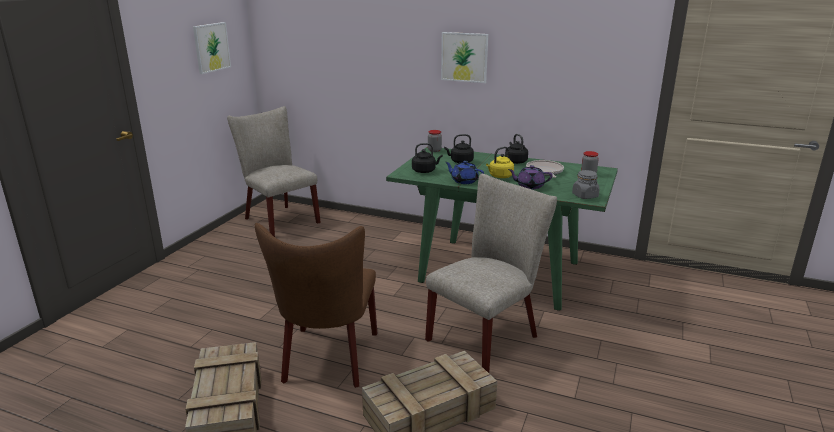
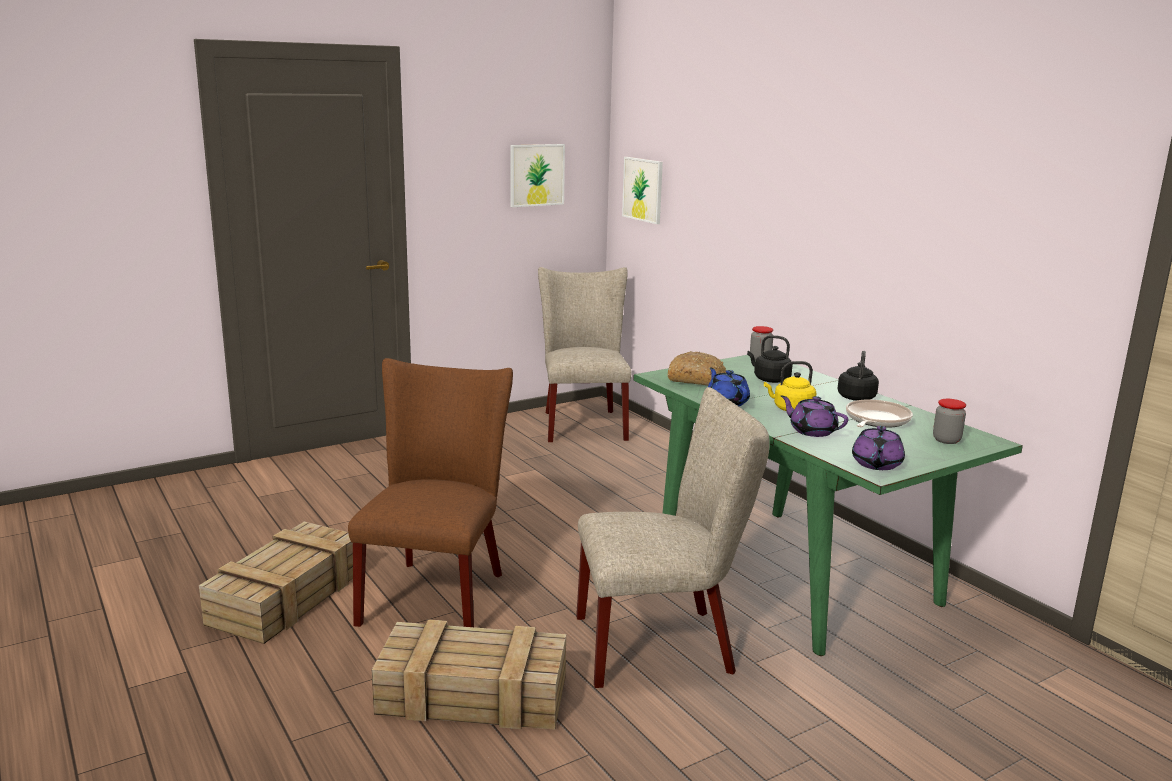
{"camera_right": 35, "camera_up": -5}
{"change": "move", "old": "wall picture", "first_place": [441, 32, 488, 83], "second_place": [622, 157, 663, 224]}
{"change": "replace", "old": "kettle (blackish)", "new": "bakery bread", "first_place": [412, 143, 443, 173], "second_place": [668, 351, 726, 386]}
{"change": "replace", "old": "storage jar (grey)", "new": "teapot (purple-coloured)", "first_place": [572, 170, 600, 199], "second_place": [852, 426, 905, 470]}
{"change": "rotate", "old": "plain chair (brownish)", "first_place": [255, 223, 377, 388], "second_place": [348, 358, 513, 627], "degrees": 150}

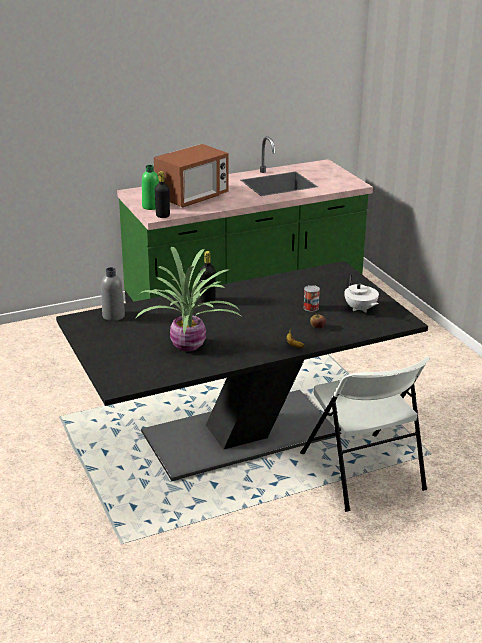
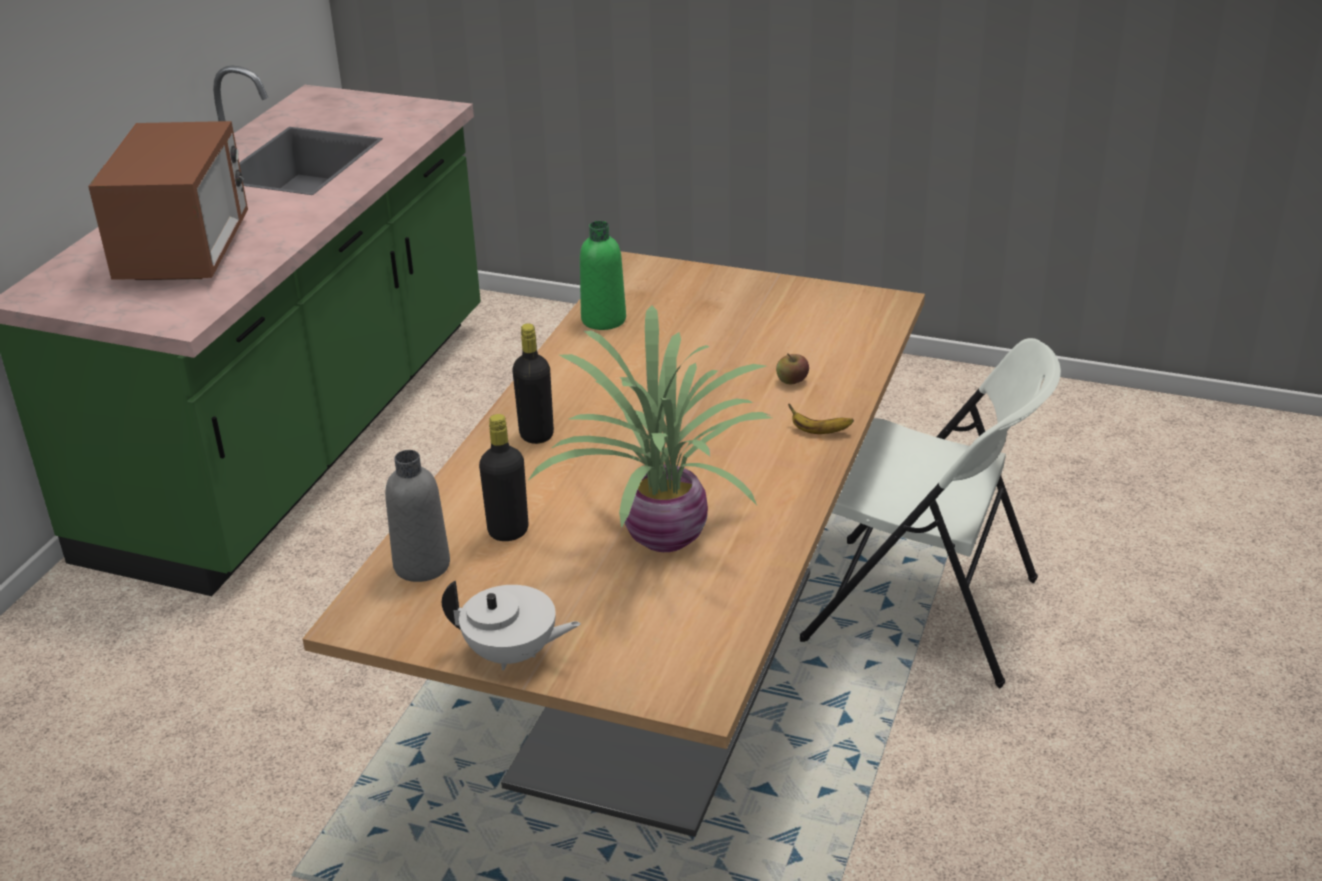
{"camera_right": -45, "camera_up": 5}
{"change": "move", "old": "bottle (green-coloured)", "first_place": [142, 165, 159, 210], "second_place": [580, 221, 626, 330]}
{"change": "move", "old": "bottle (blackish)", "first_place": [155, 171, 170, 218], "second_place": [479, 414, 528, 541]}
{"change": "recolor", "old": "dining table (blackish)", "new": "dining table (beige)", "first_place": [56, 261, 428, 481], "second_place": [303, 251, 925, 837]}
{"change": "move", "old": "teapot (white-coloured)", "first_place": [344, 275, 379, 313], "second_place": [442, 581, 581, 670]}
{"change": "delete", "old": "metal can", "first_place": [303, 285, 320, 312]}

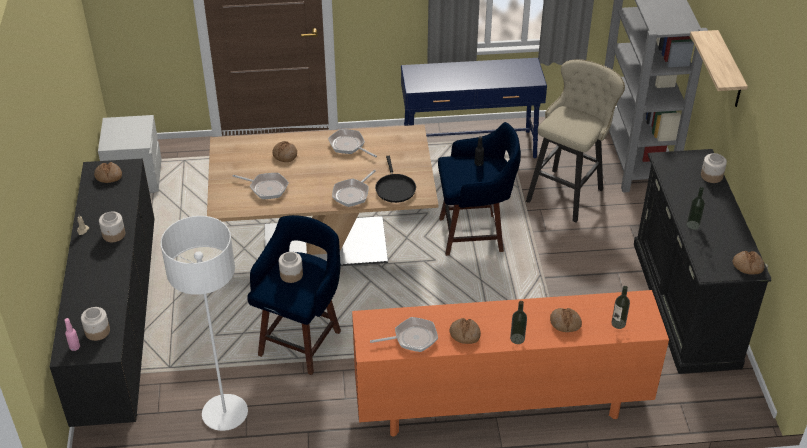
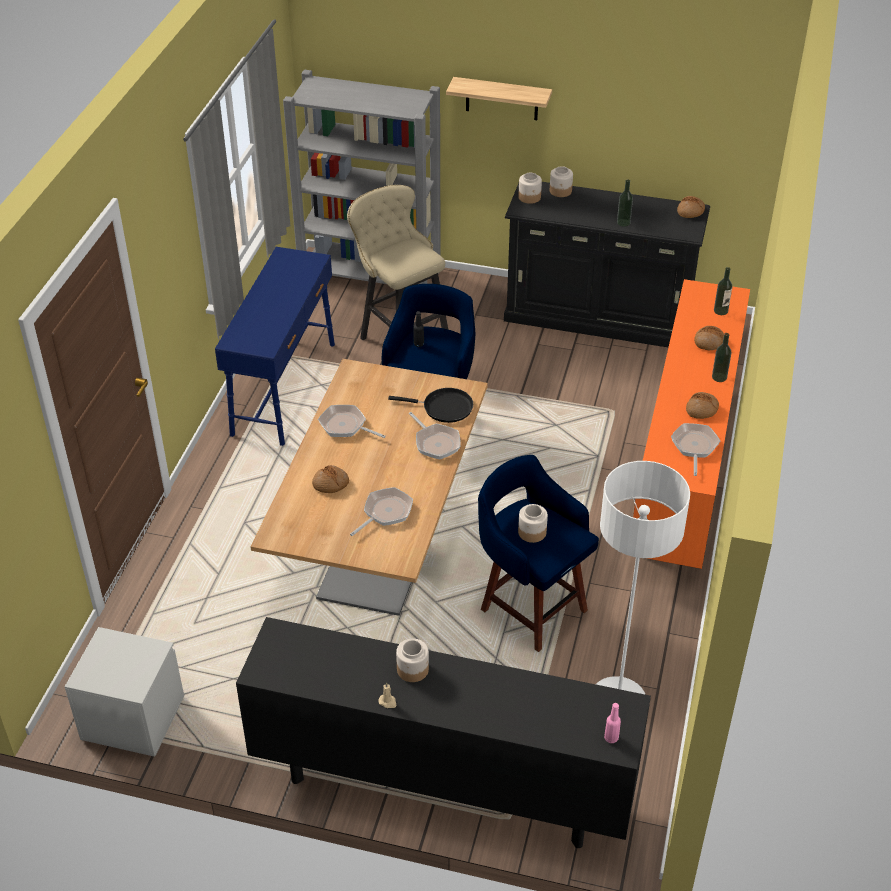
{"camera_right": -70, "camera_up": 0}
{"change": "rotate", "old": "pan", "first_place": [328, 129, 377, 158], "second_place": [318, 405, 386, 438], "degrees": 60}
{"change": "delete", "old": "bakery bread", "first_place": [94, 162, 122, 183]}
{"change": "move", "old": "storage jar", "first_place": [81, 307, 110, 341], "second_place": [518, 173, 542, 204]}

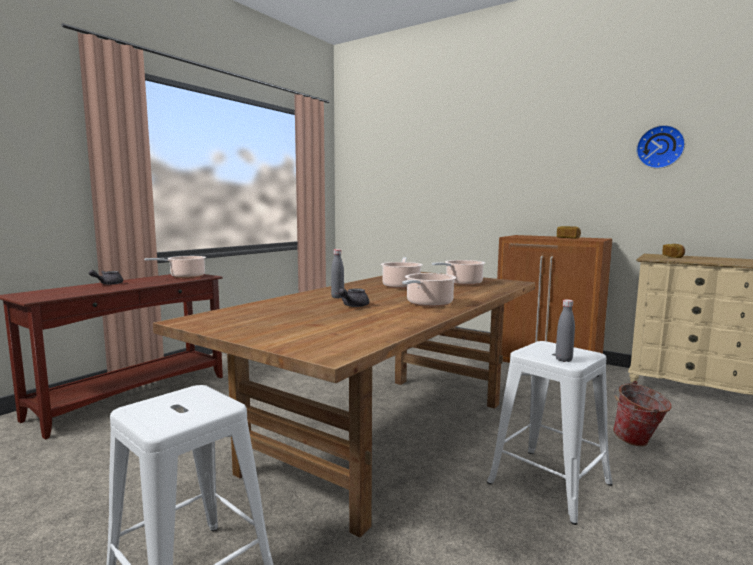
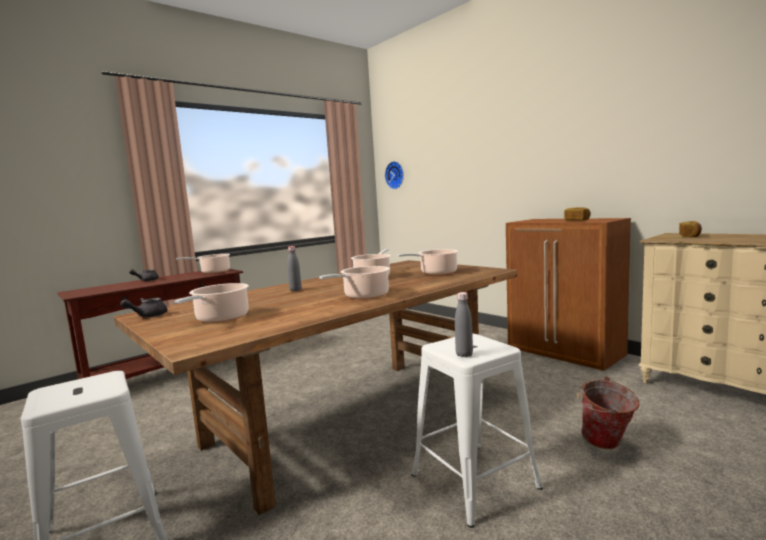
{"camera_right": 15, "camera_up": 0}
{"change": "move", "old": "hanging clock", "first_place": [636, 125, 685, 169], "second_place": [385, 161, 404, 189]}
{"change": "move", "old": "teapot (grey)", "first_place": [339, 288, 369, 307], "second_place": [120, 298, 167, 317]}
{"change": "insert", "new": "saucepot", "second_place": [174, 283, 249, 323]}

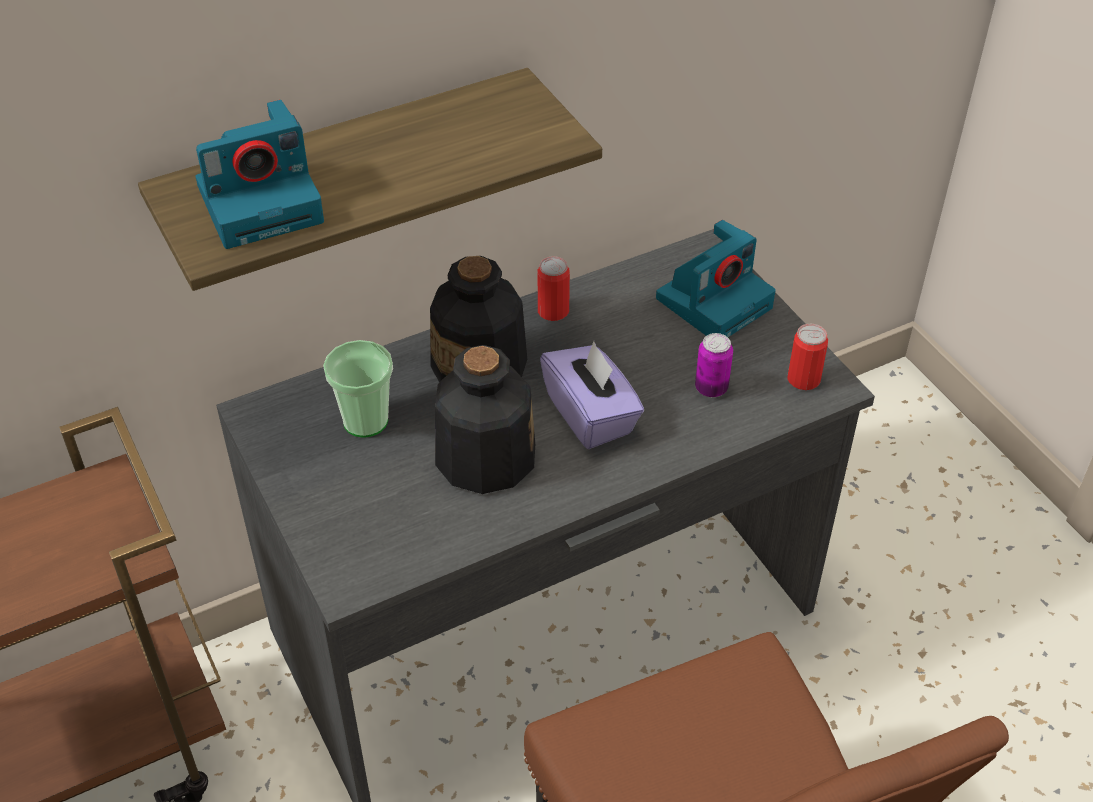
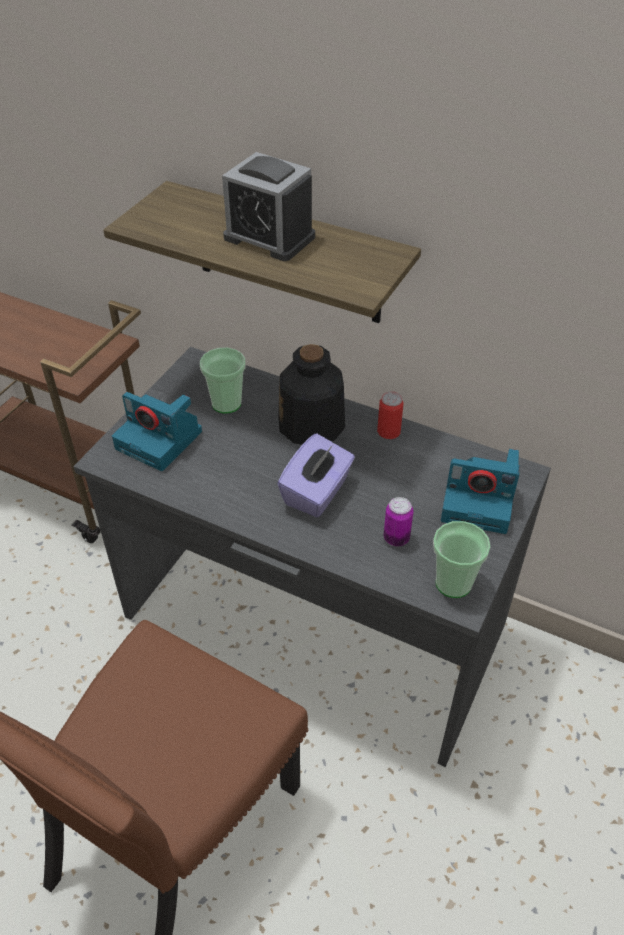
{"camera_right": 55, "camera_up": 0}
{"change": "move", "old": "photo camera", "first_place": [196, 100, 324, 249], "second_place": [112, 392, 202, 471]}
{"change": "replace", "old": "metal can", "new": "small cup", "first_place": [787, 324, 828, 390], "second_place": [433, 521, 491, 598]}
{"change": "delete", "old": "bottle", "first_place": [435, 345, 535, 494]}
{"change": "insert", "new": "alarm clock", "second_place": [222, 152, 315, 261]}

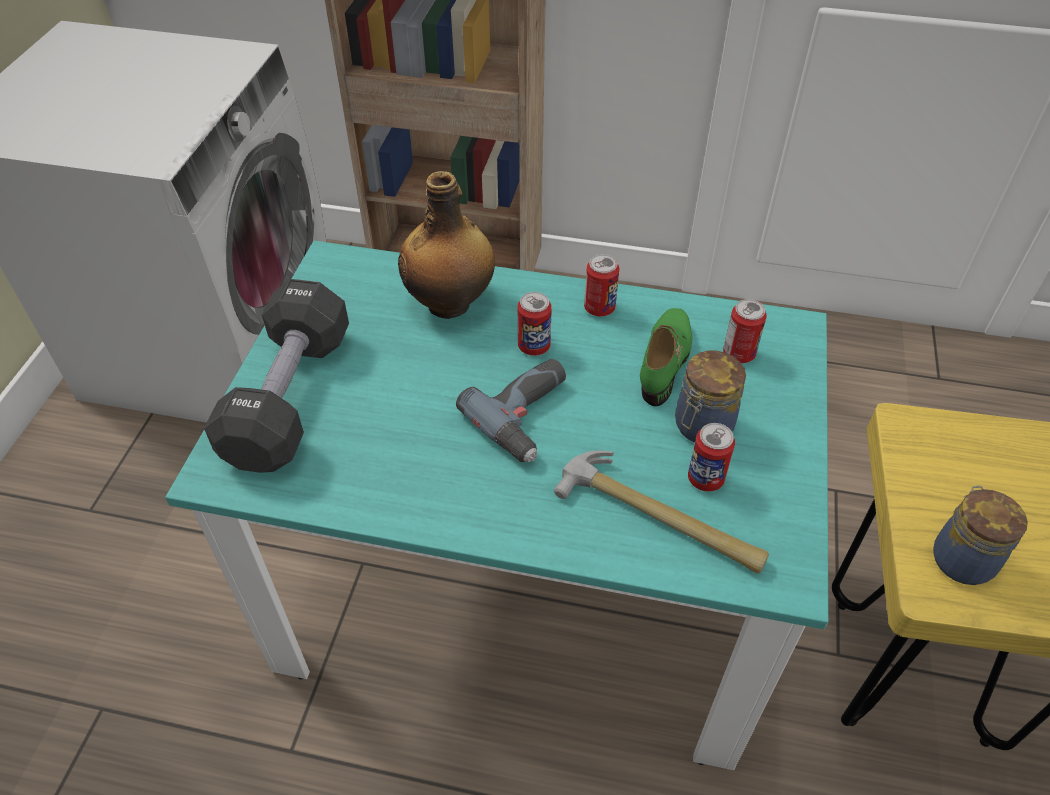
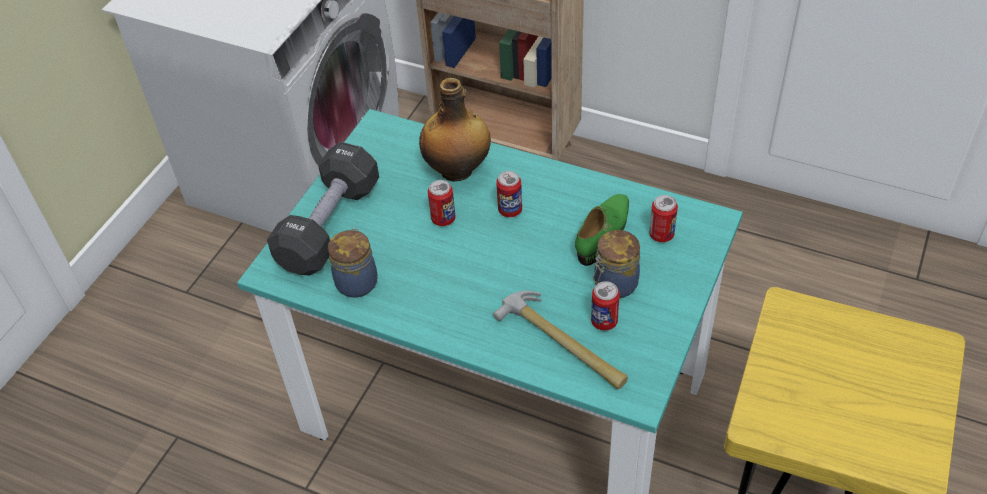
{"camera_right": 15, "camera_up": 0}
{"change": "move", "old": "metal can", "first_place": [584, 254, 619, 316], "second_place": [428, 180, 456, 226]}
{"change": "delete", "old": "power drill", "first_place": [456, 359, 566, 462]}
{"change": "move", "old": "storage jar", "first_place": [933, 486, 1028, 585], "second_place": [328, 228, 378, 298]}

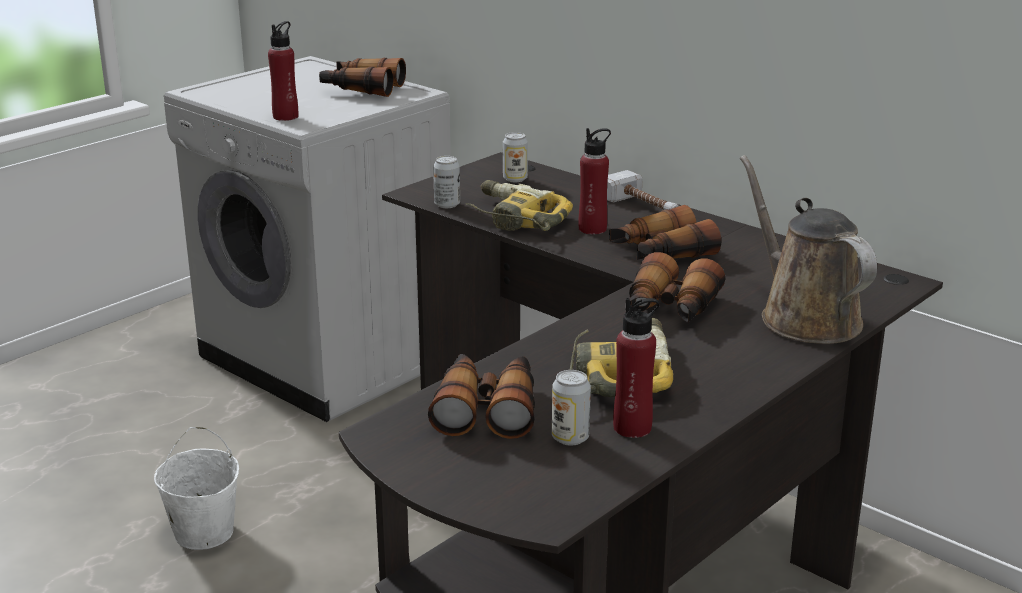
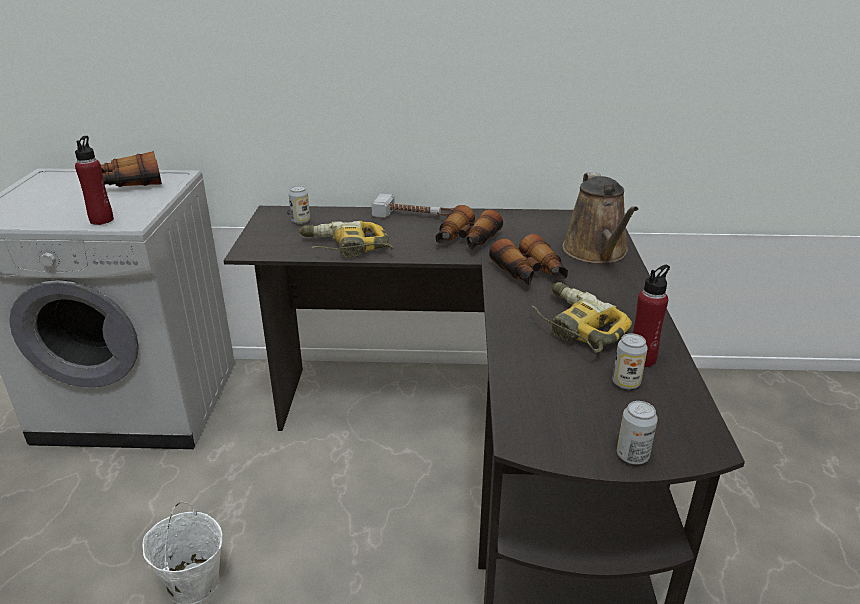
{"camera_right": -40, "camera_up": 5}
{"change": "delete", "old": "bottle (red-coloured)", "first_place": [578, 128, 611, 235]}
{"change": "rotate", "old": "sprinkling can (brownish)", "first_place": [740, 155, 877, 344], "second_place": [562, 172, 639, 264], "degrees": -120}
{"change": "move", "old": "metal can", "first_place": [433, 156, 460, 208], "second_place": [617, 401, 658, 464]}
{"change": "delete", "old": "binoculars", "first_place": [428, 354, 535, 439]}

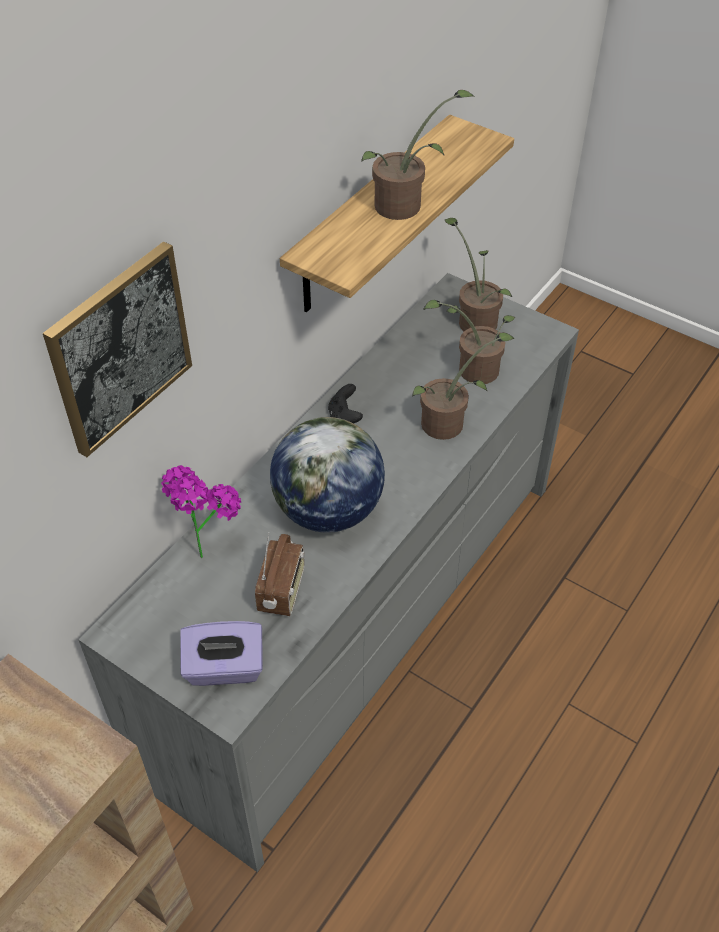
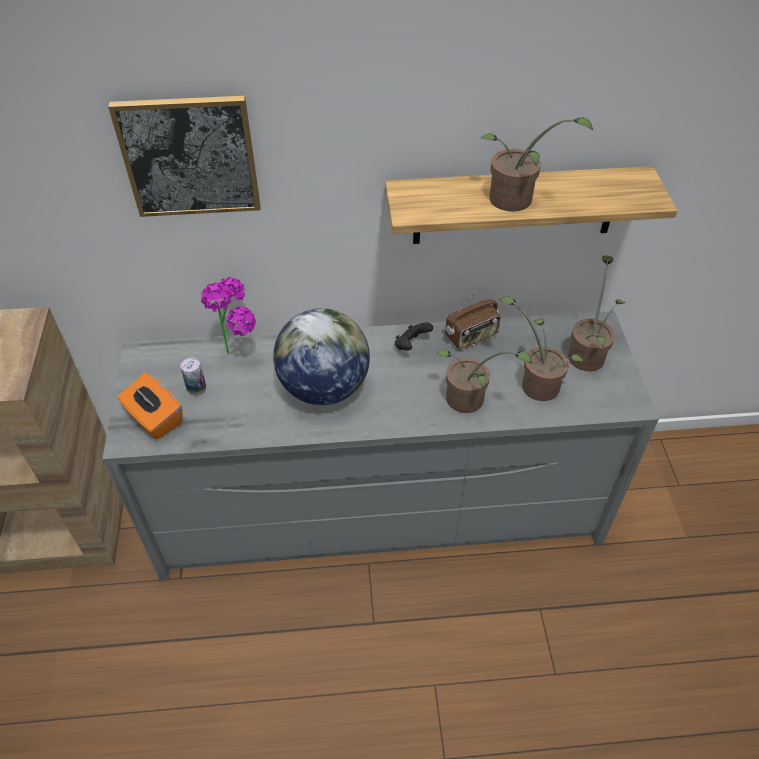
{"camera_right": 50, "camera_up": 0}
{"change": "move", "old": "radio set", "first_place": [255, 532, 305, 616], "second_place": [445, 286, 501, 350]}
{"change": "recolor", "old": "tissue holder (purple-coloured)", "new": "tissue holder (orangey)", "first_place": [180, 621, 263, 686], "second_place": [117, 372, 182, 439]}
{"change": "insert", "new": "metal can", "second_place": [180, 358, 206, 396]}

